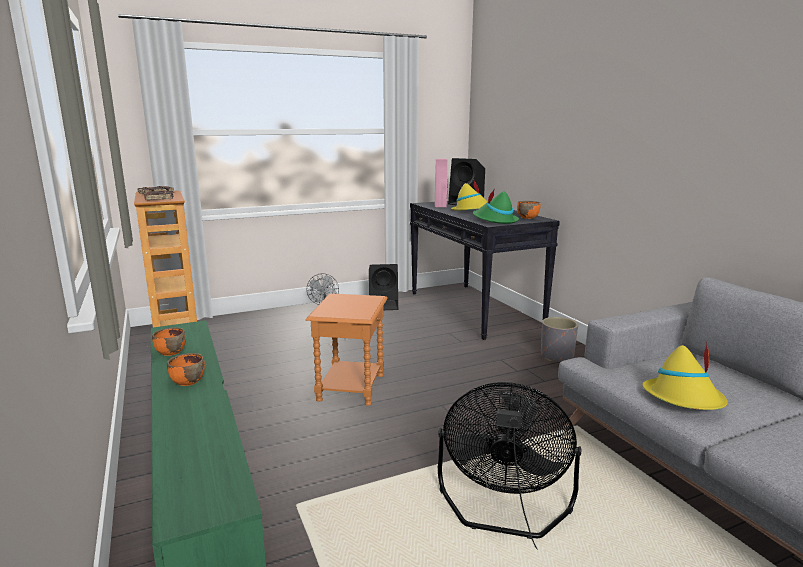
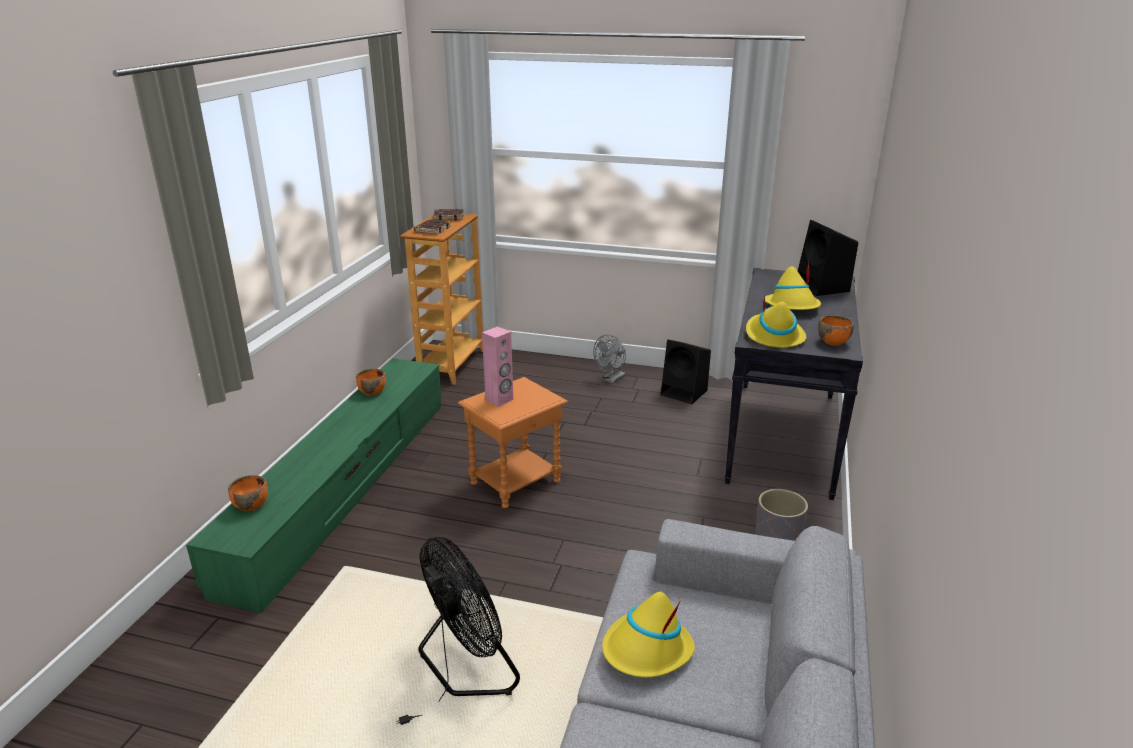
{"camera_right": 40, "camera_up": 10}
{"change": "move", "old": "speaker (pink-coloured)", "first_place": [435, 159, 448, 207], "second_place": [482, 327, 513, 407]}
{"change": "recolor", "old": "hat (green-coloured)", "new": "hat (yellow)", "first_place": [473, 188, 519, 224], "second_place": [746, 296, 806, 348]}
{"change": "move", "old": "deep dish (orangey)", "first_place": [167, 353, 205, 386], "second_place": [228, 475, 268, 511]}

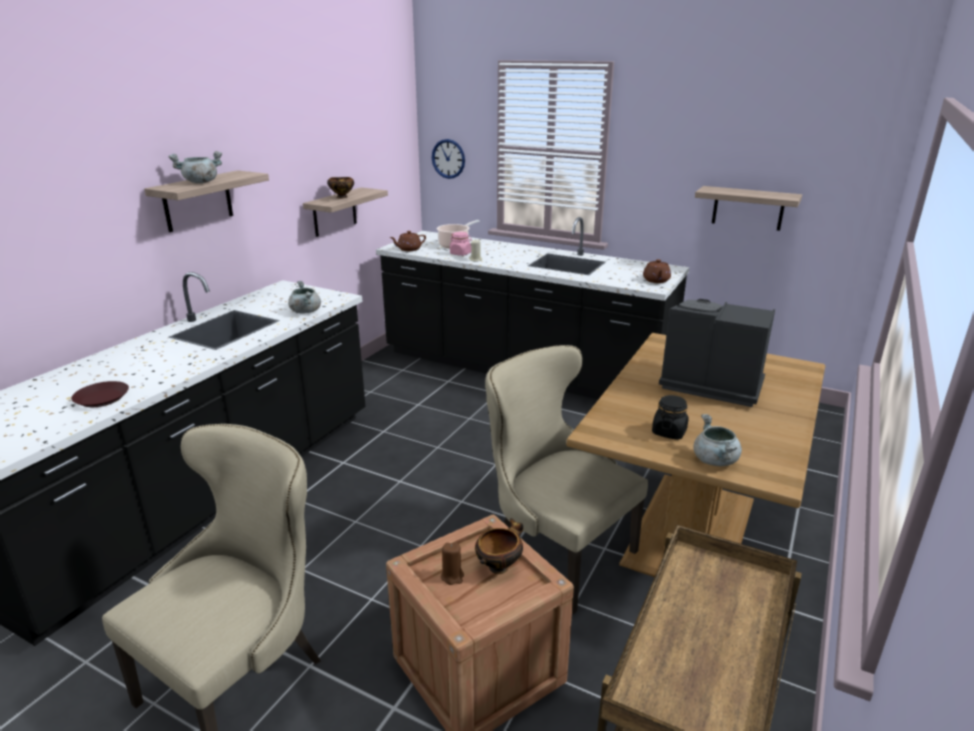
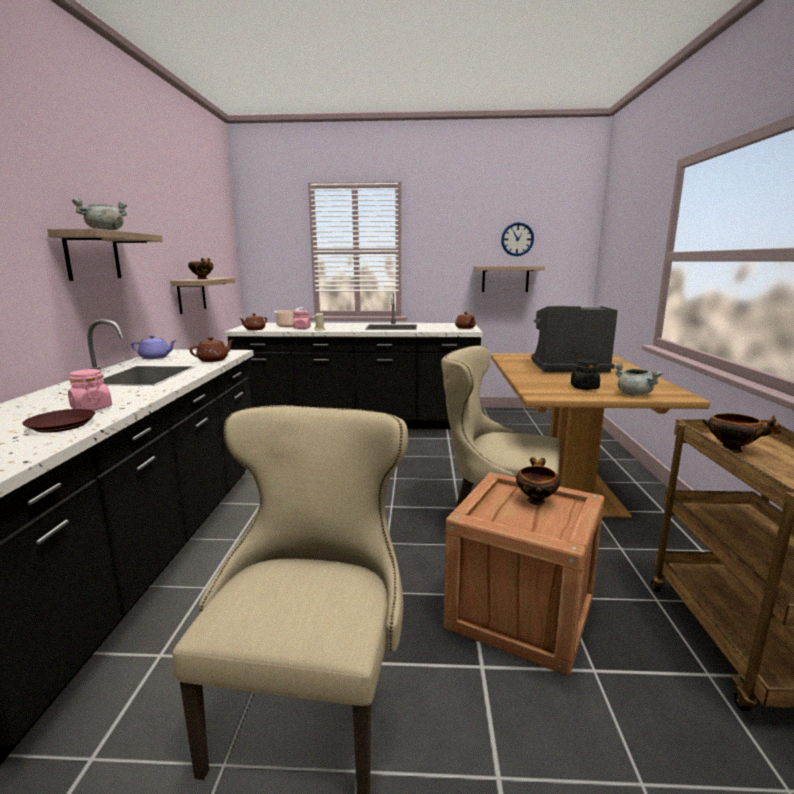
{"camera_right": -25, "camera_up": -10}
{"change": "move", "old": "hanging clock", "first_place": [432, 139, 465, 179], "second_place": [501, 222, 534, 256]}
{"change": "replace", "old": "saucepot (grey)", "new": "teapot (brownish)", "first_place": [288, 281, 321, 313], "second_place": [190, 337, 234, 362]}
{"change": "delete", "old": "candle (brownish)", "first_place": [441, 542, 464, 585]}
{"change": "insert", "new": "teapot (purple-coloured)", "second_place": [131, 335, 176, 359]}
{"change": "insert", "new": "storage jar (pink-coloured)", "second_place": [68, 369, 112, 411]}
{"change": "insert", "new": "deep dish", "second_place": [702, 413, 783, 453]}

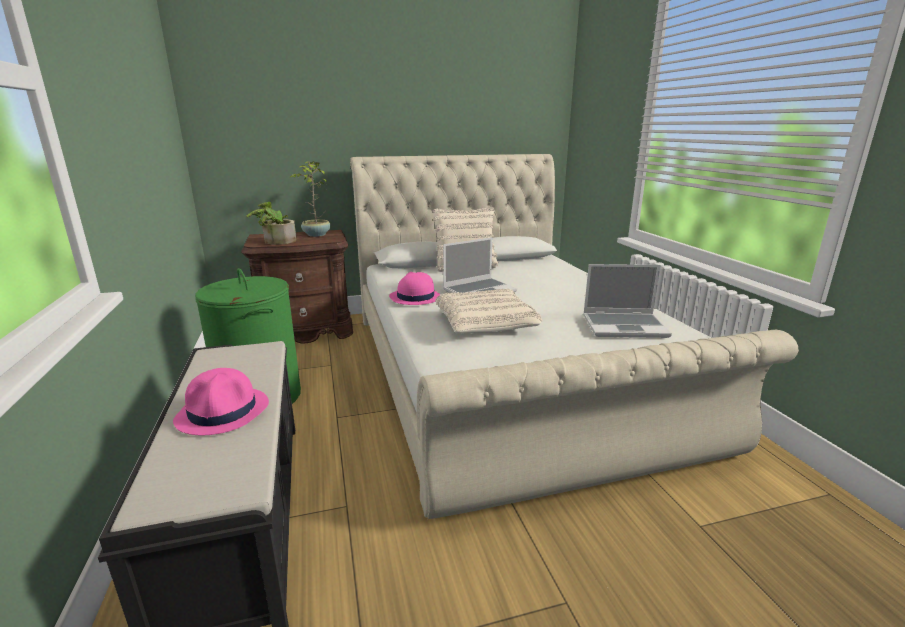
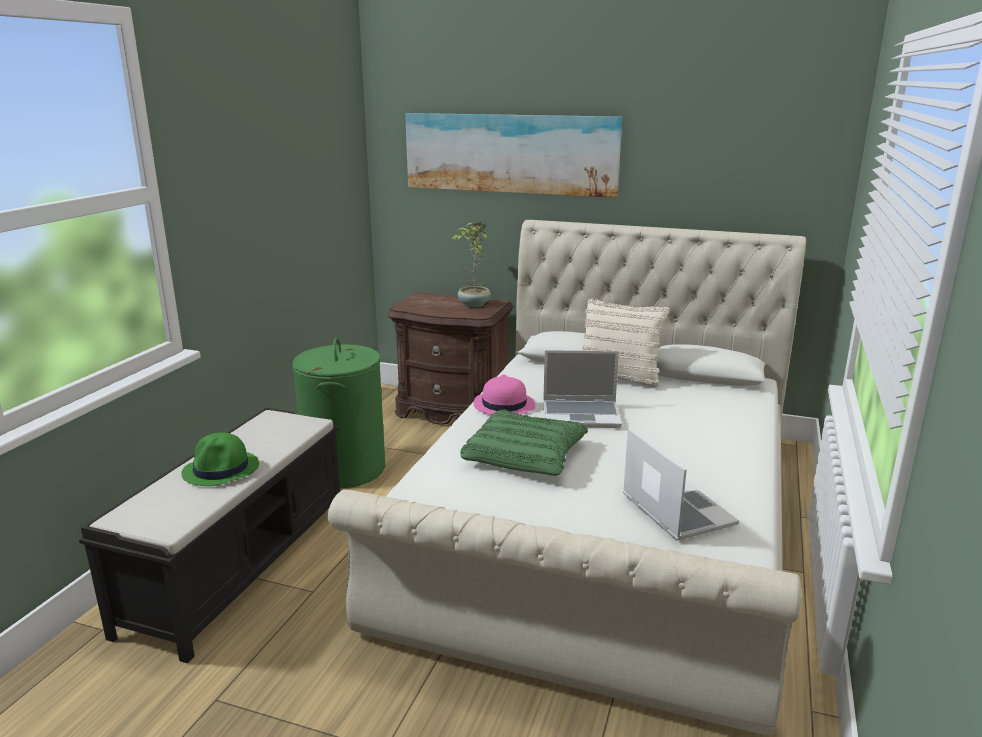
{"camera_right": 35, "camera_up": 0}
{"change": "delete", "old": "plant in a pot", "first_place": [246, 202, 296, 245]}
{"change": "rotate", "old": "portable computer", "first_place": [583, 264, 672, 338], "second_place": [623, 428, 739, 541], "degrees": -150}
{"change": "recolor", "old": "throw pillow (beige)", "new": "throw pillow (green-coloured)", "first_place": [435, 289, 543, 334], "second_place": [460, 409, 588, 476]}
{"change": "recolor", "old": "hat (pink-coloured)", "new": "hat (green-coloured)", "first_place": [173, 368, 269, 435], "second_place": [181, 432, 259, 486]}
{"change": "insert", "new": "wall picture", "second_place": [405, 113, 622, 198]}

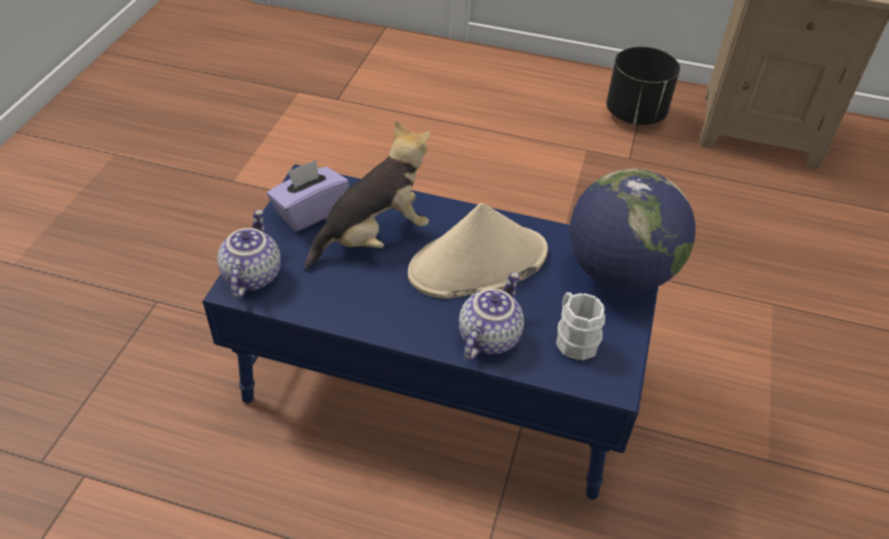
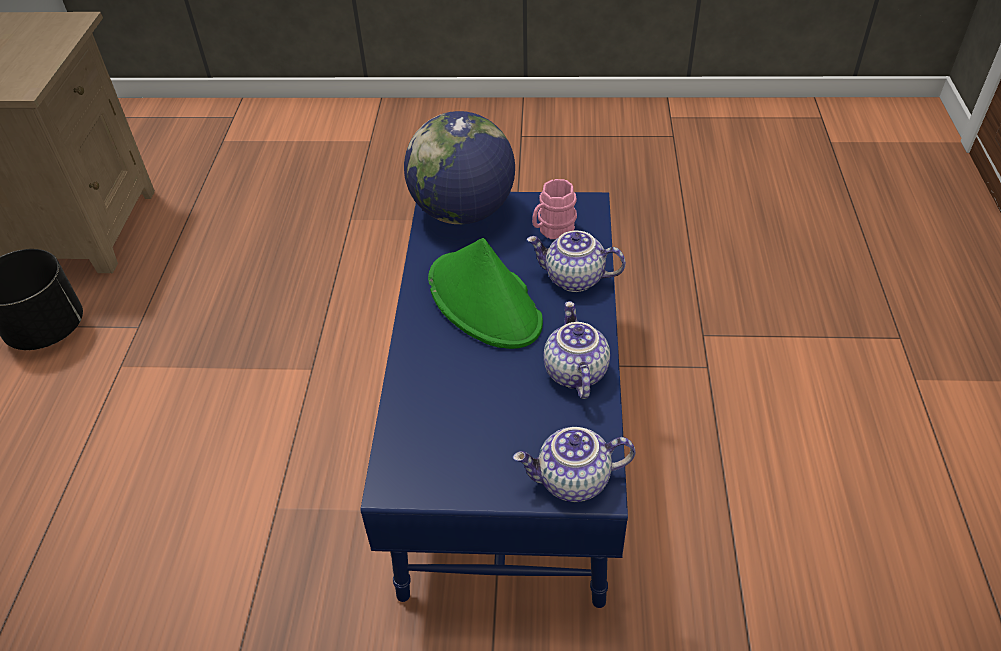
{"camera_right": -100, "camera_up": 0}
{"change": "delete", "old": "cuddly toy", "first_place": [304, 121, 430, 270]}
{"change": "delete", "old": "tissue holder (purple-coloured)", "first_place": [267, 160, 349, 231]}
{"change": "recolor", "old": "hat (beige)", "new": "hat (green-coloured)", "first_place": [408, 203, 548, 299], "second_place": [428, 238, 543, 349]}
{"change": "recolor", "old": "tea mug (white-coloured)", "new": "tea mug (pink-coloured)", "first_place": [556, 292, 605, 360], "second_place": [532, 179, 577, 239]}
{"change": "insert", "new": "teapot", "second_place": [544, 301, 610, 399]}

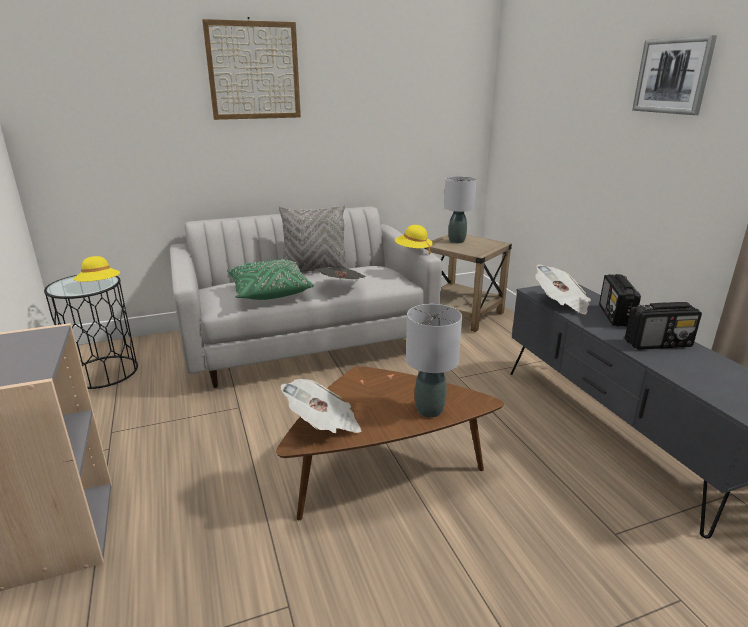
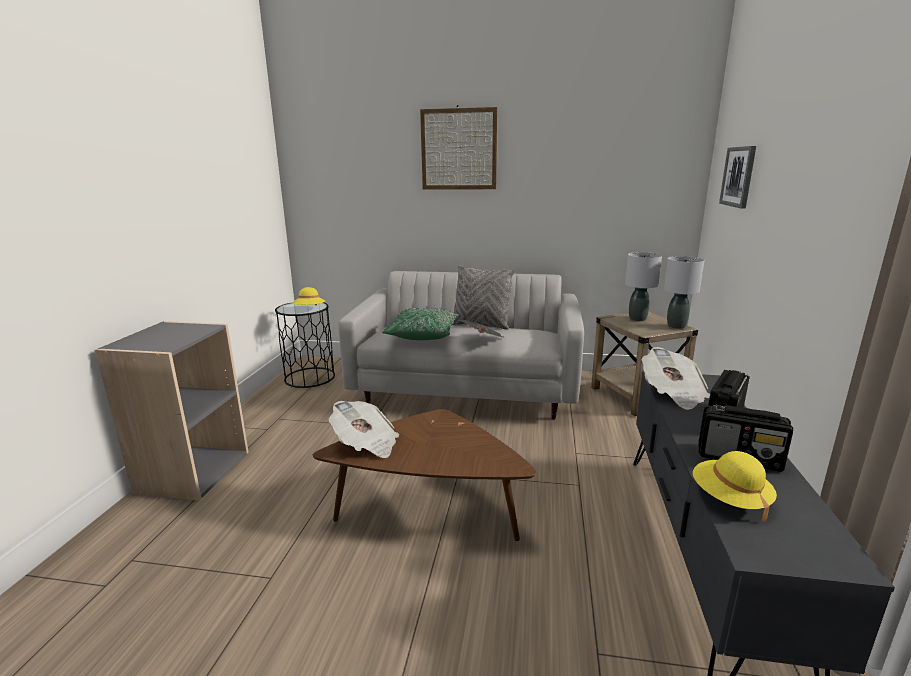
{"camera_right": 30, "camera_up": -5}
{"change": "move", "old": "wall picture", "first_place": [632, 35, 717, 115], "second_place": [719, 146, 756, 209]}
{"change": "move", "old": "hat (yellow)", "first_place": [395, 225, 433, 255], "second_place": [693, 451, 777, 521]}
{"change": "move", "old": "table lamp (grey)", "first_place": [406, 304, 462, 418], "second_place": [664, 256, 704, 329]}

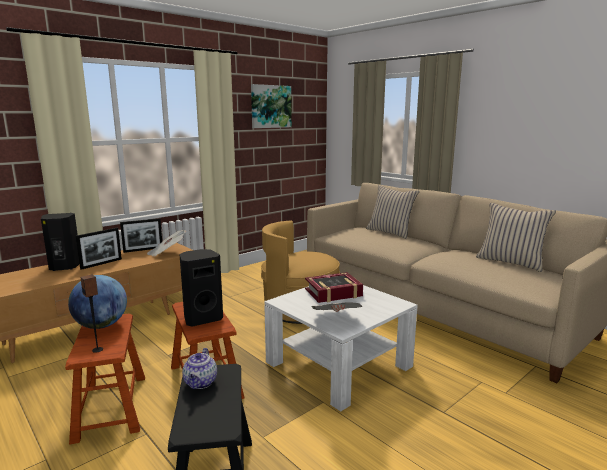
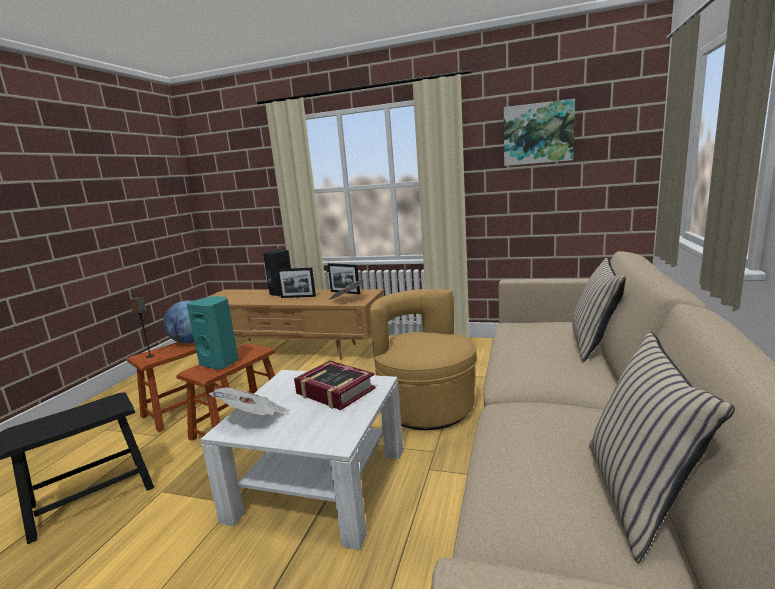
{"camera_right": 60, "camera_up": 0}
{"change": "recolor", "old": "speaker (blackish)", "new": "speaker (turquoise)", "first_place": [179, 249, 223, 327], "second_place": [187, 296, 239, 369]}
{"change": "delete", "old": "teapot", "first_place": [182, 348, 217, 389]}

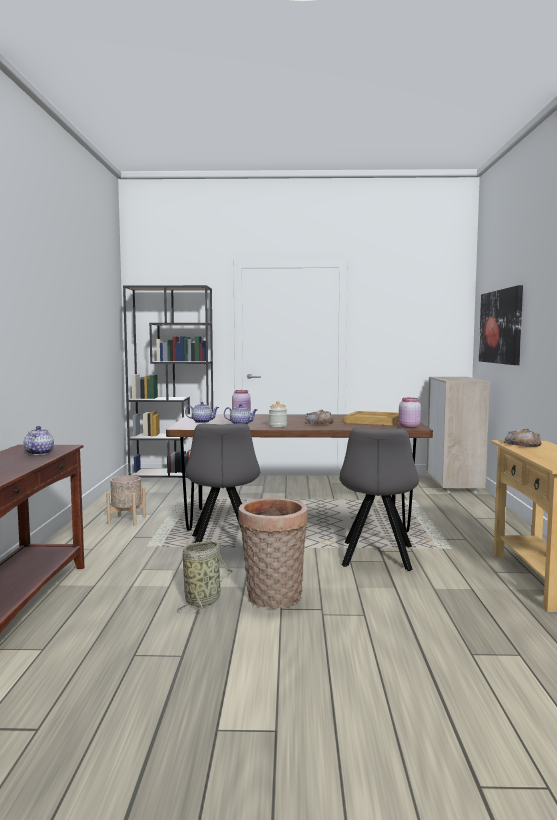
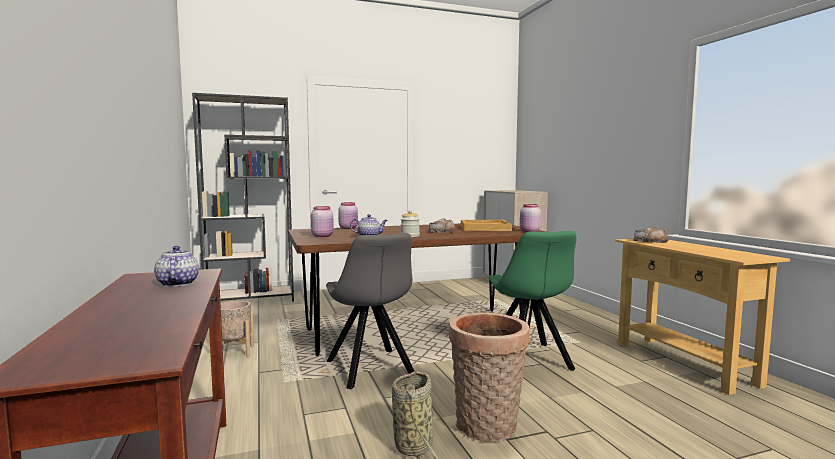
{"camera_right": -20, "camera_up": 0}
{"change": "delete", "old": "wall picture", "first_place": [479, 285, 523, 365]}
{"change": "replace", "old": "teapot", "new": "storage jar (pink-coloured)", "first_place": [185, 402, 219, 423], "second_place": [311, 206, 334, 237]}
{"change": "recolor", "old": "plain chair (grey)", "new": "plain chair (green-coloured)", "first_place": [339, 427, 419, 571], "second_place": [489, 231, 577, 371]}

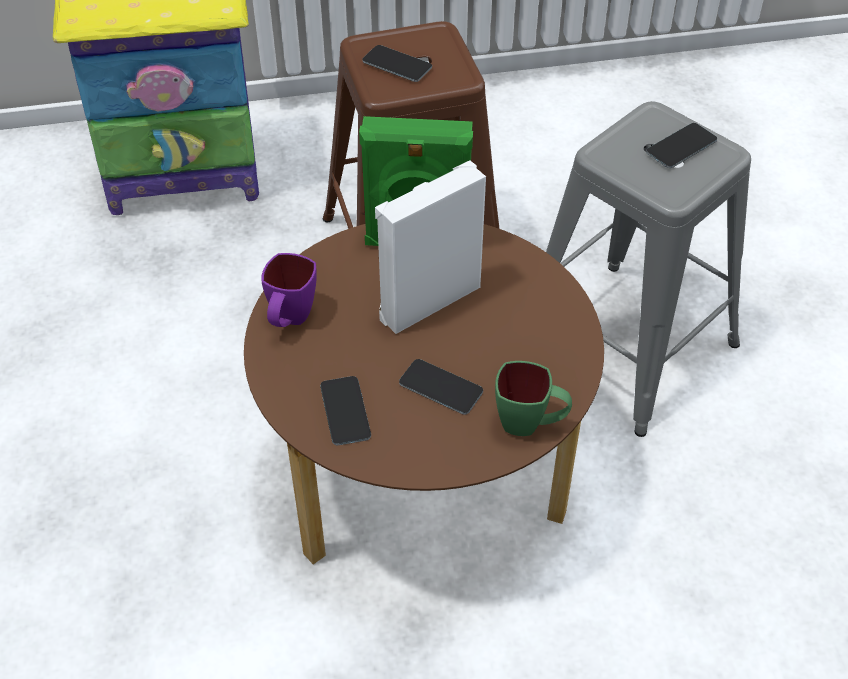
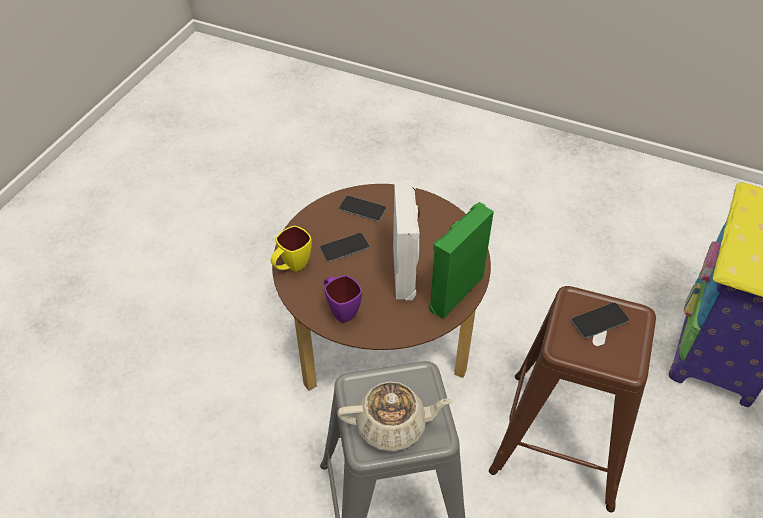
{"camera_right": 125, "camera_up": 0}
{"change": "replace", "old": "phone", "new": "teapot (beige)", "first_place": [646, 123, 717, 168], "second_place": [337, 381, 453, 452]}
{"change": "move", "old": "tea mug (purple-coloured)", "first_place": [261, 253, 317, 327], "second_place": [324, 275, 362, 323]}
{"change": "recolor", "old": "tea mug (green-coloured)", "new": "tea mug (yellow)", "first_place": [495, 361, 572, 436], "second_place": [271, 226, 312, 272]}

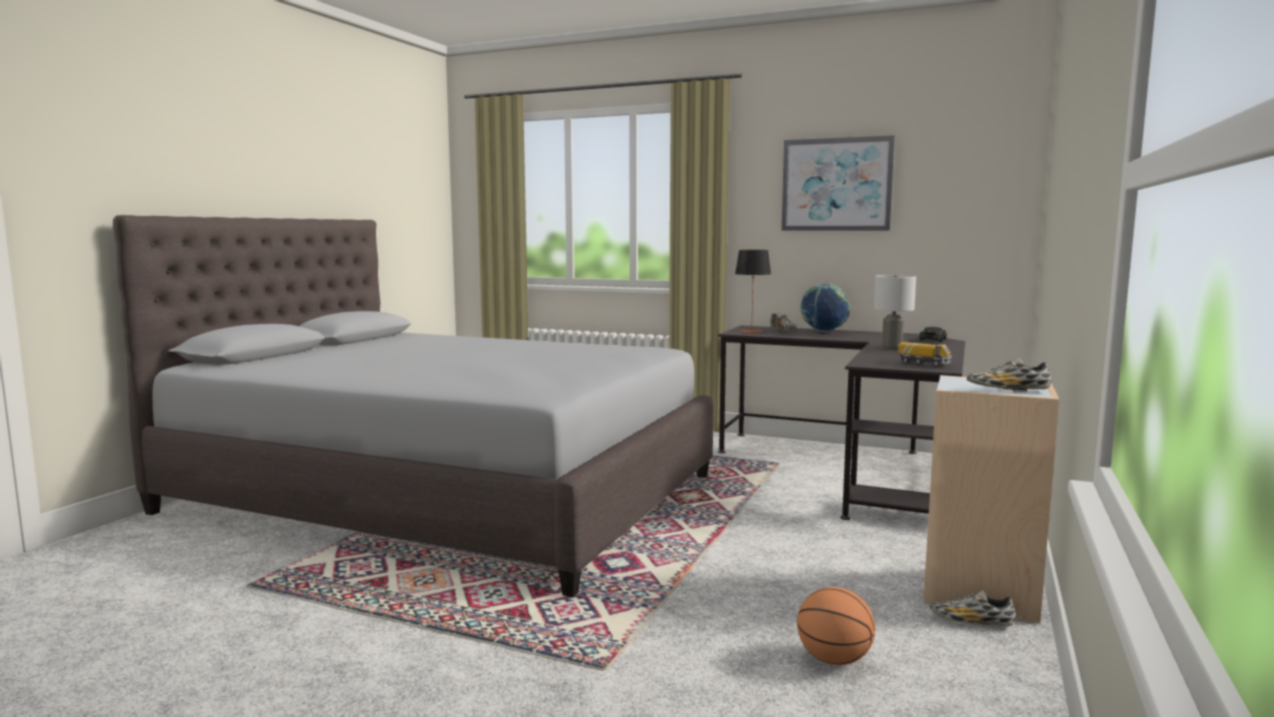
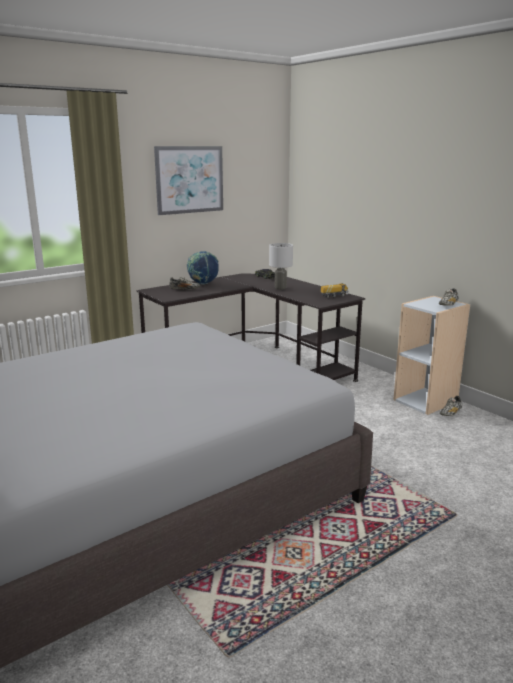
{"camera_right": -60, "camera_up": 10}
{"change": "delete", "old": "table lamp", "first_place": [735, 250, 771, 333]}
{"change": "delete", "old": "basketball", "first_place": [797, 587, 875, 665]}

